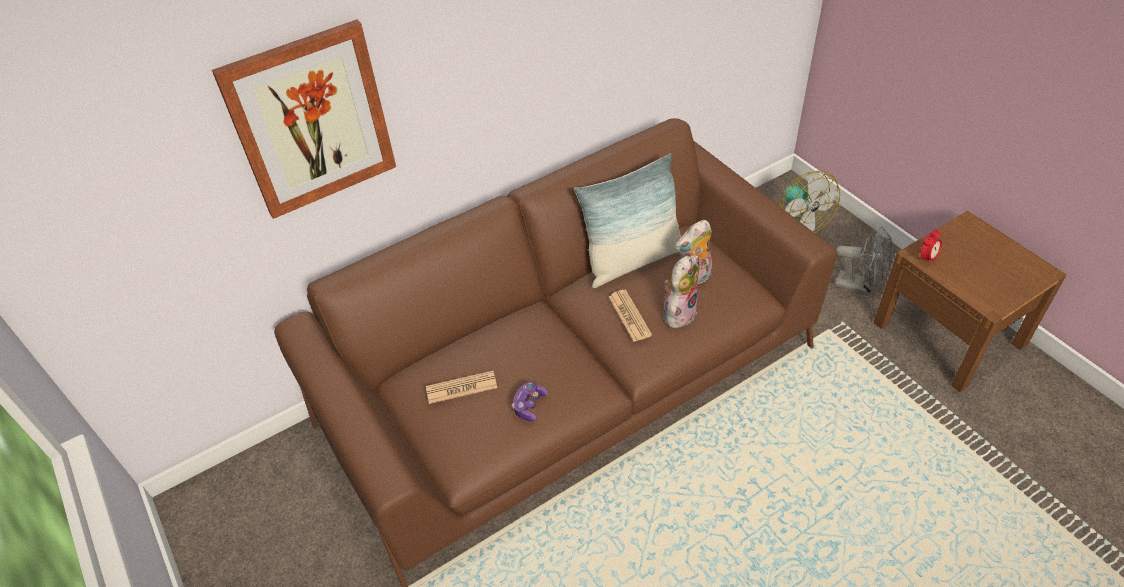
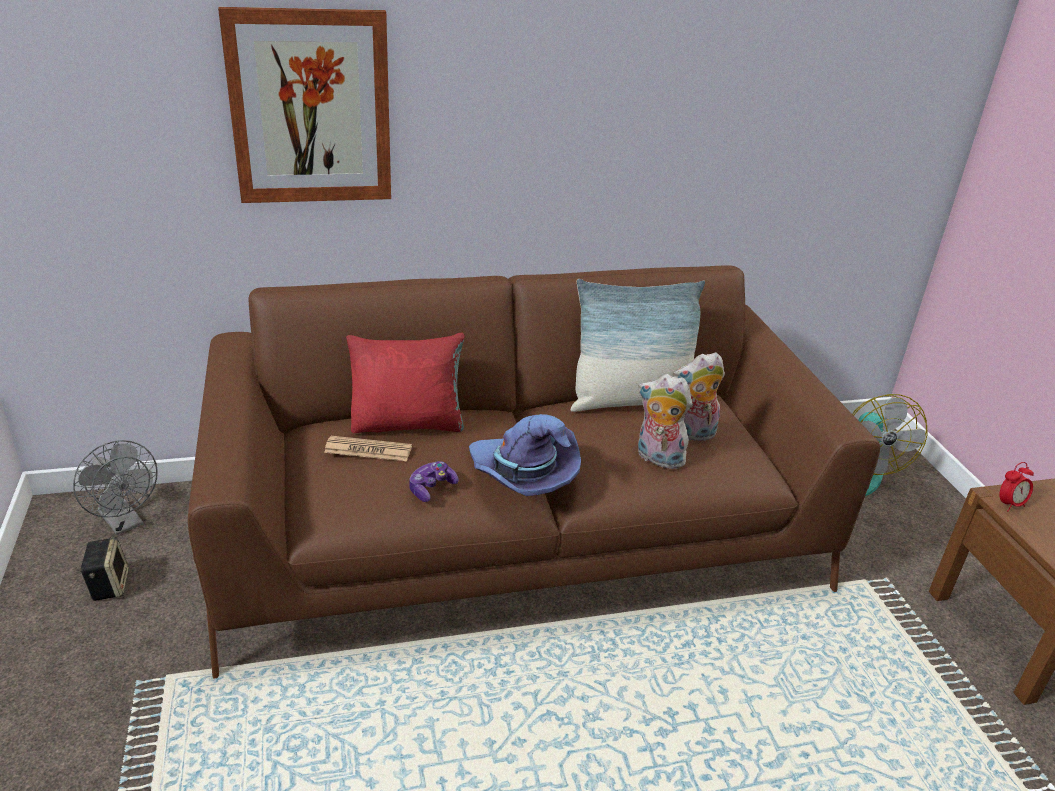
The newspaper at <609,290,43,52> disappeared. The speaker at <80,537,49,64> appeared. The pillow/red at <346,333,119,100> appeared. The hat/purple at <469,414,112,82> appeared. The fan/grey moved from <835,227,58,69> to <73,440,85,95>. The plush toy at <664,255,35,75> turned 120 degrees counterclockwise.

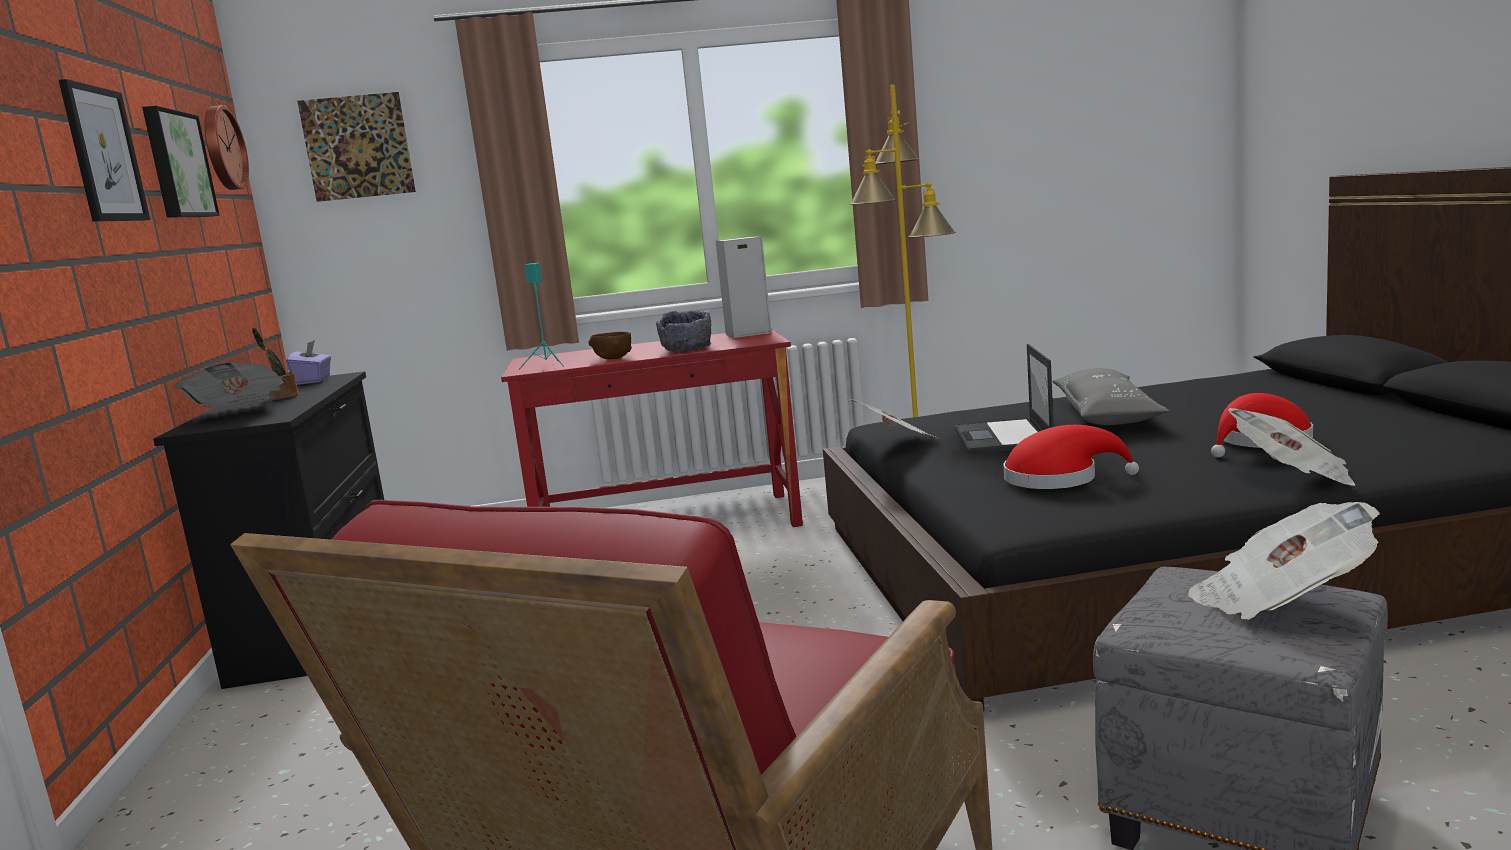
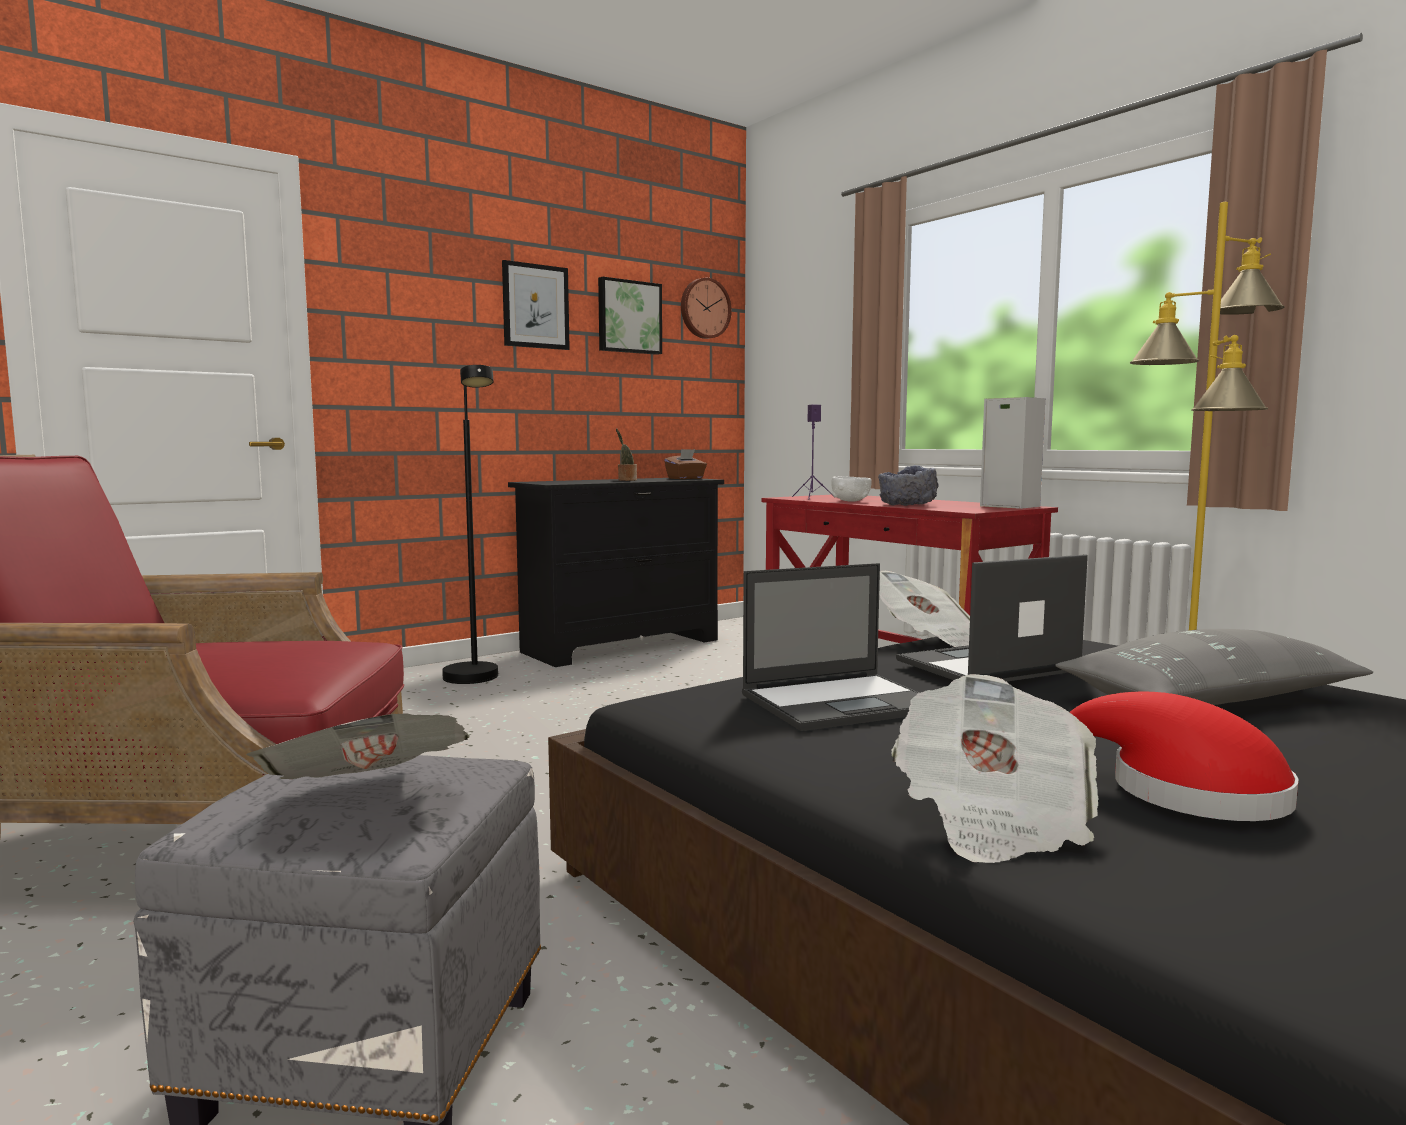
The newspaper at <175,362,110,46> disappeared. The picture at <297,92,119,110> disappeared. The floor lamp/black at <442,365,56,319> appeared. The hat/red at <1003,425,136,64> was replaced by the laptop at <742,563,177,168>. The tissue box/purple at <286,340,45,45> became the tissue box/brown at <664,449,43,30>. The speaker/turquoise at <519,263,45,107> became the speaker/purple at <792,405,43,93>. The bowl/brown at <589,332,43,27> became the bowl/white at <831,476,41,26>.

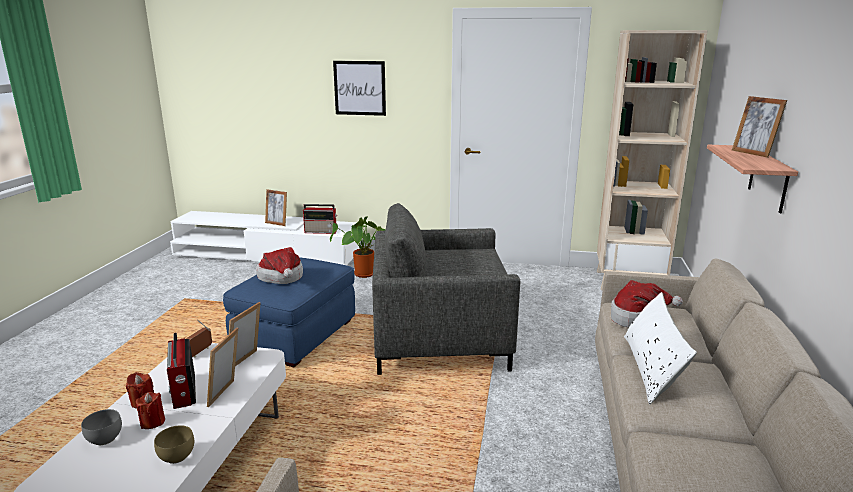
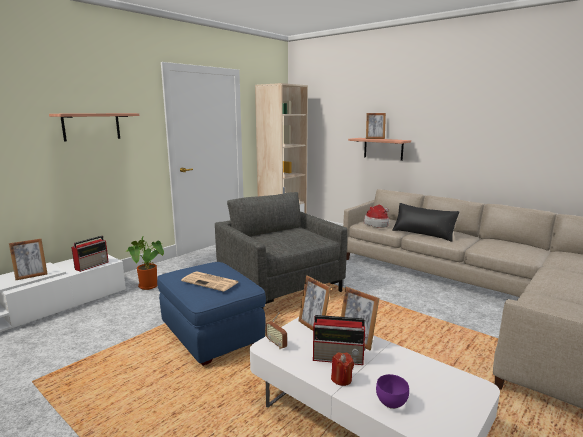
The candle/red at <136,392,29,37> disappeared. The bowl/brown at <154,425,40,39> disappeared. The hat at <256,247,47,37> was replaced by the newspaper at <181,271,57,21>. The picture at <333,61,53,55> was replaced by the shelf at <49,113,90,29>. The bowl/grey at <81,409,41,36> became the bowl/purple at <376,374,33,35>. The pillow/white at <624,292,73,113> became the pillow/black at <392,203,67,39>. The armchair/grey at <372,203,148,172> turned 120 degrees clockwise.

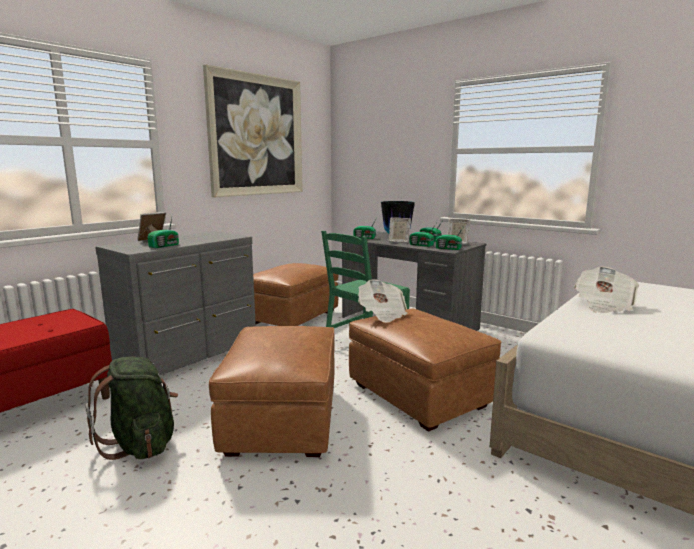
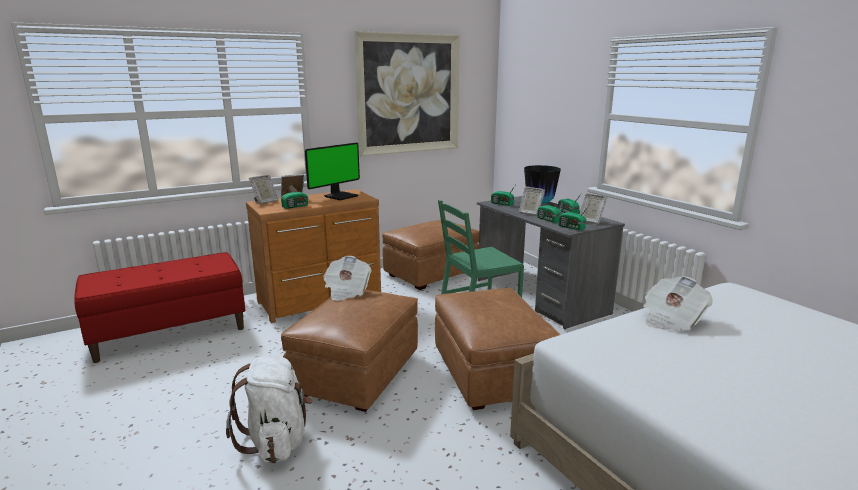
The backpack/green at <85,356,93,104> disappeared. The backpack/white at <226,356,87,107> appeared. The picture frame at <249,175,29,29> appeared. The monitor at <305,142,55,58> appeared. The newspaper moved from <358,279,50,44> to <323,256,48,45>. The dresser/grey at <95,231,161,144> became the dresser/brown at <246,189,135,134>.

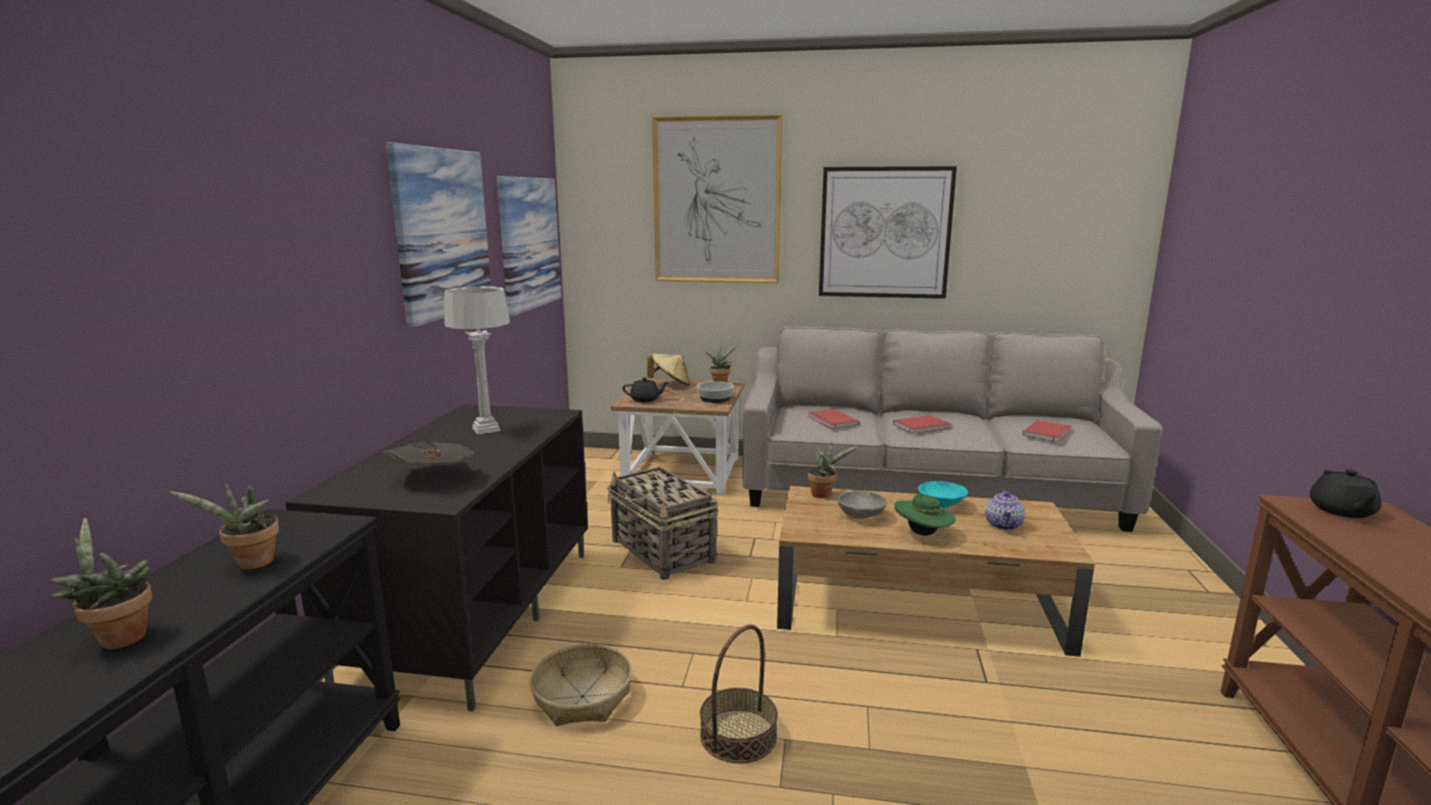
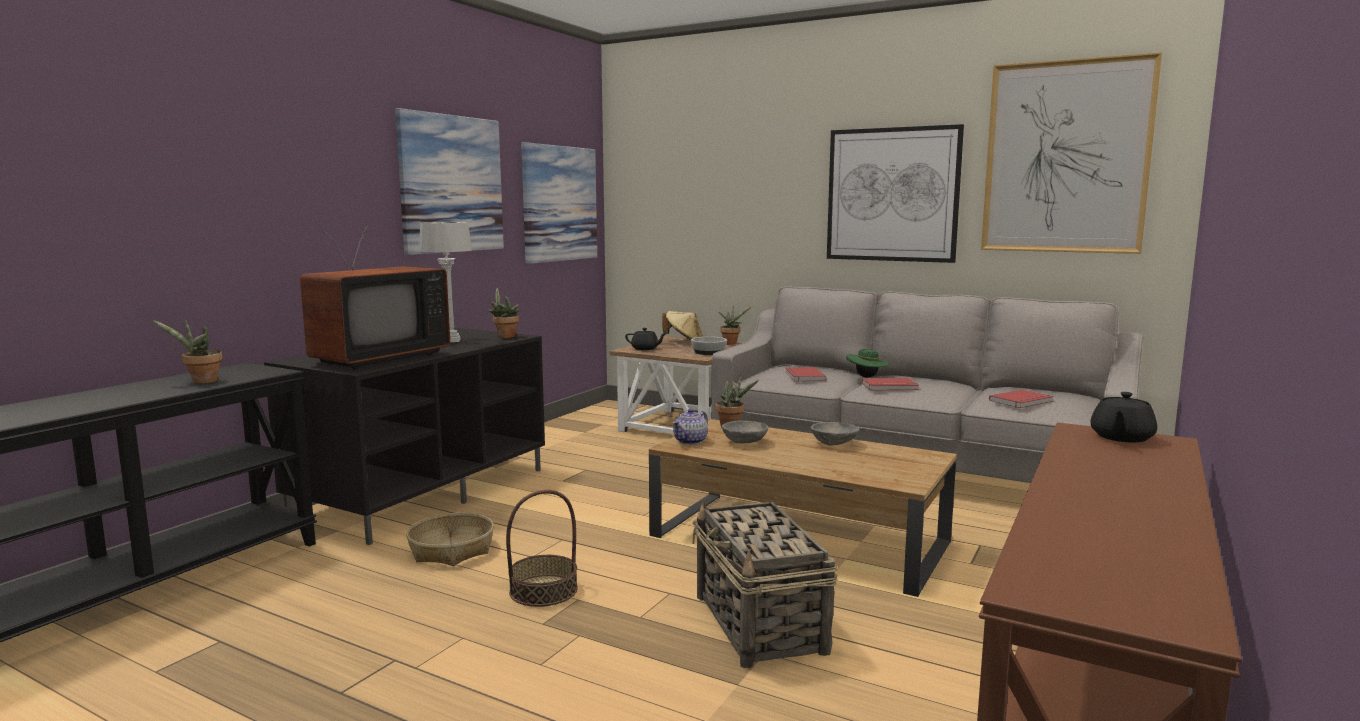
The potted plant moved from <50,518,102,131> to <487,288,32,50>. The basket moved from <607,467,112,113> to <692,499,146,169>. The picture moved from <652,114,130,169> to <981,52,181,202>. The hat/green moved from <894,494,61,42> to <846,349,43,28>. The teapot moved from <985,490,40,40> to <672,409,36,36>. The newspaper at <382,442,94,21> was replaced by the television at <300,224,150,145>. The bowl/turquoise at <918,481,50,27> became the bowl/grey at <811,422,48,23>.

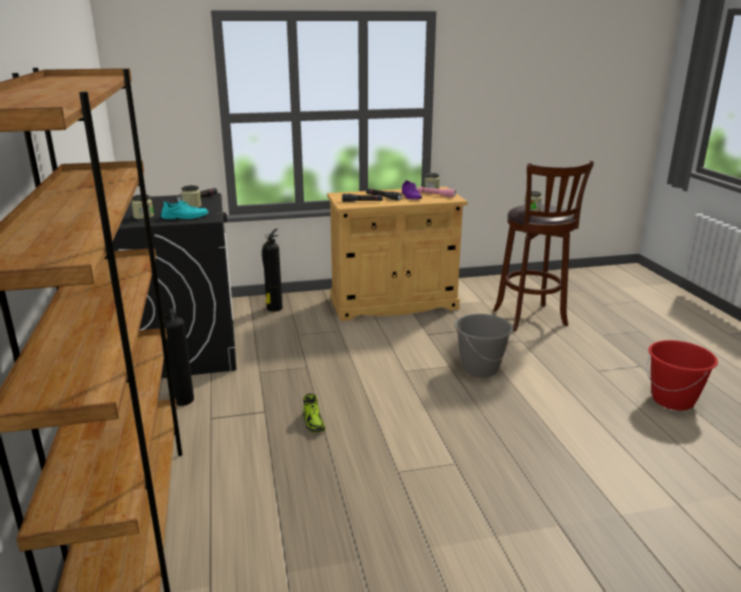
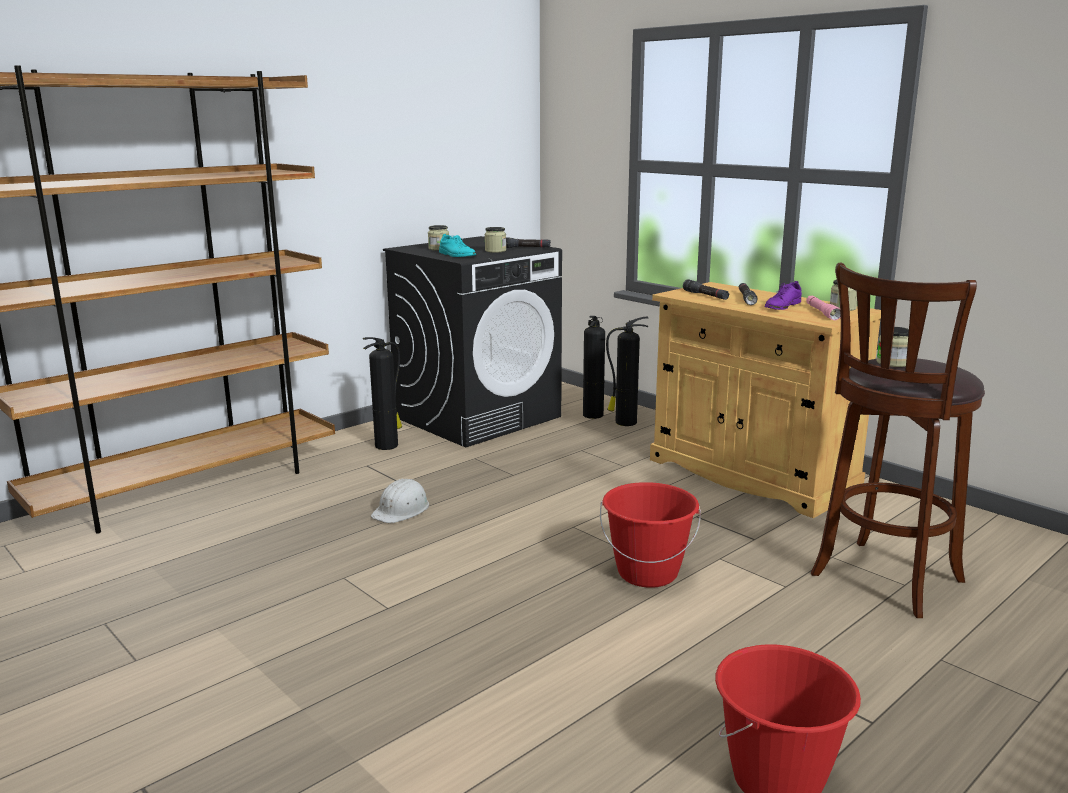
The fire extinguisher at <583,316,22,103> appeared. The shoe at <303,394,22,39> was replaced by the hard hat/white at <371,479,58,44>. The bucket/grey at <454,314,59,63> became the bucket/red at <600,482,101,106>.

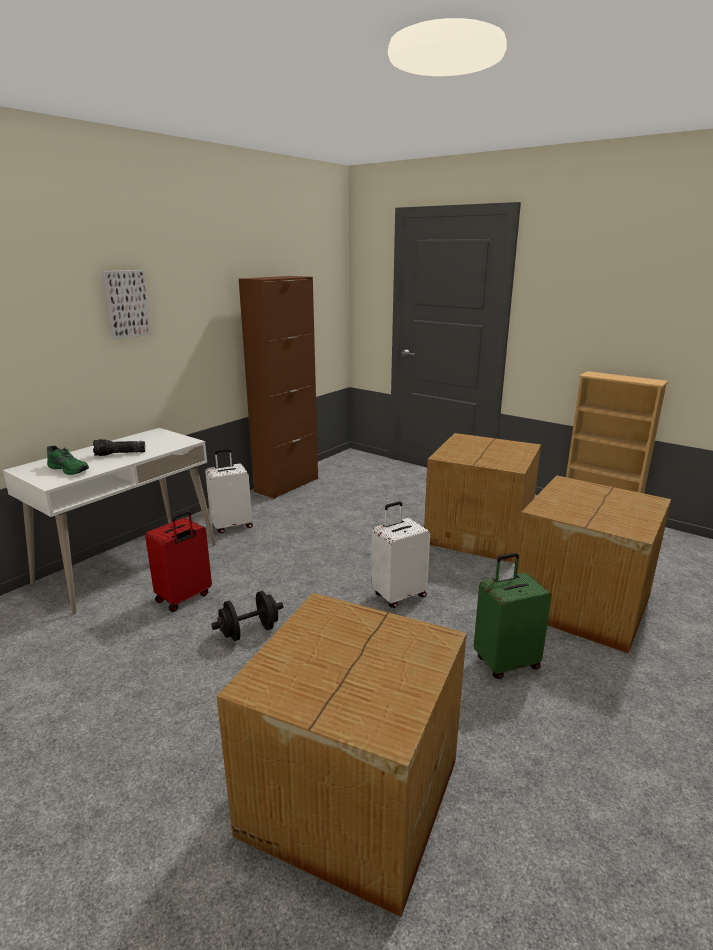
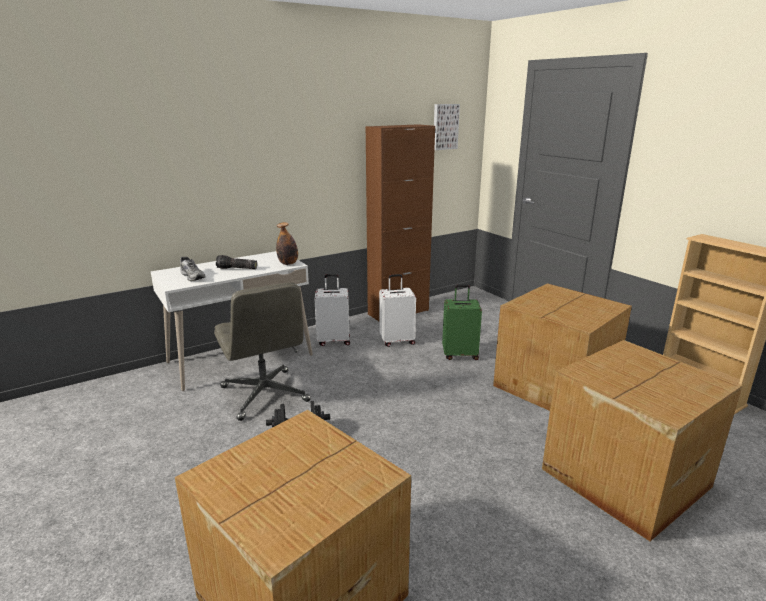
The bottle at <276,222,22,43> appeared. The picture moved from <101,270,51,69> to <434,104,26,46>. The suitcase/white moved from <371,501,59,107> to <379,274,37,73>. The suitcase/green moved from <474,553,78,126> to <442,285,40,75>. The suitcase/red at <145,511,67,101> was replaced by the office chair/grey at <214,282,97,139>. The shoe/green at <47,445,42,30> became the shoe/grey at <180,257,26,24>.

